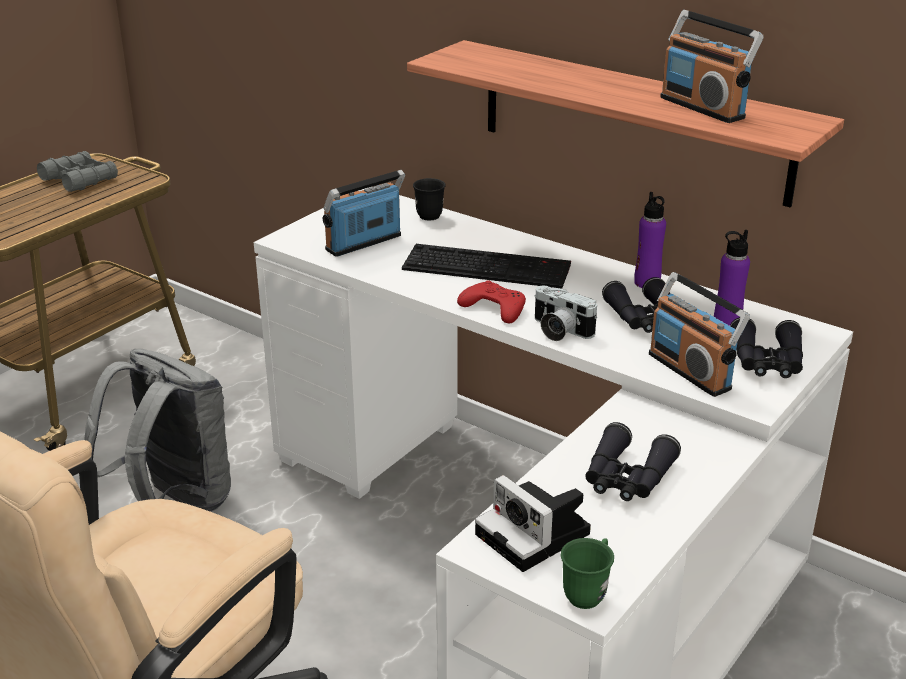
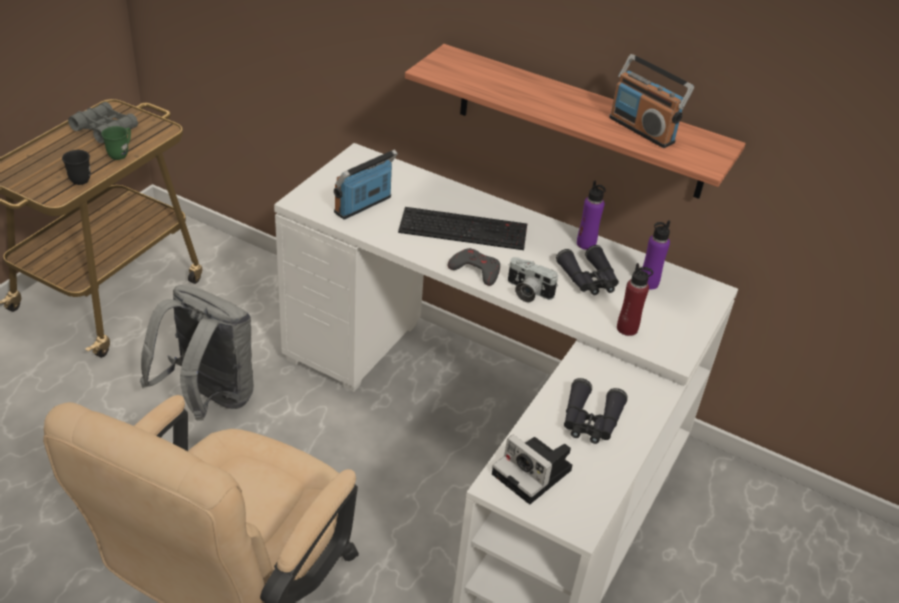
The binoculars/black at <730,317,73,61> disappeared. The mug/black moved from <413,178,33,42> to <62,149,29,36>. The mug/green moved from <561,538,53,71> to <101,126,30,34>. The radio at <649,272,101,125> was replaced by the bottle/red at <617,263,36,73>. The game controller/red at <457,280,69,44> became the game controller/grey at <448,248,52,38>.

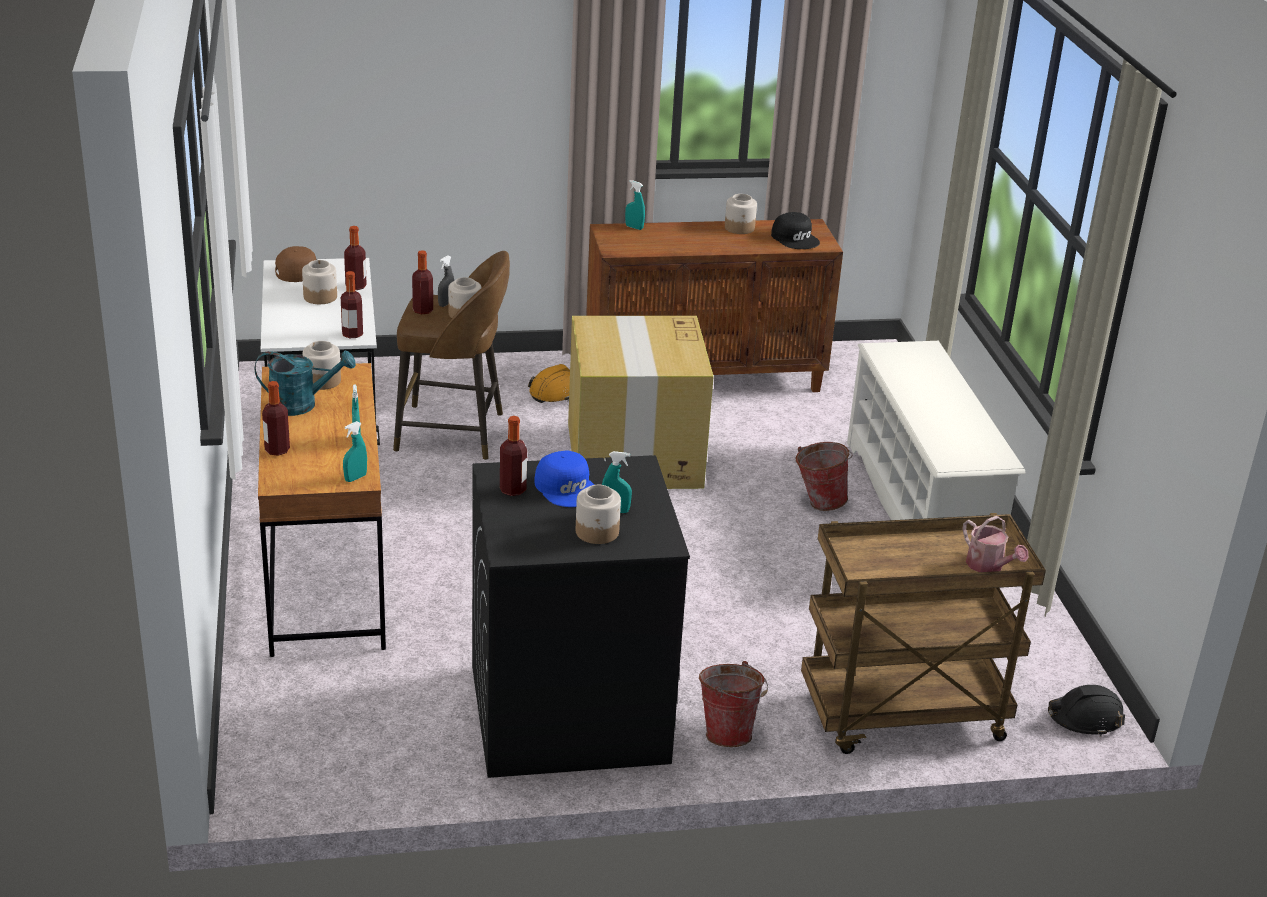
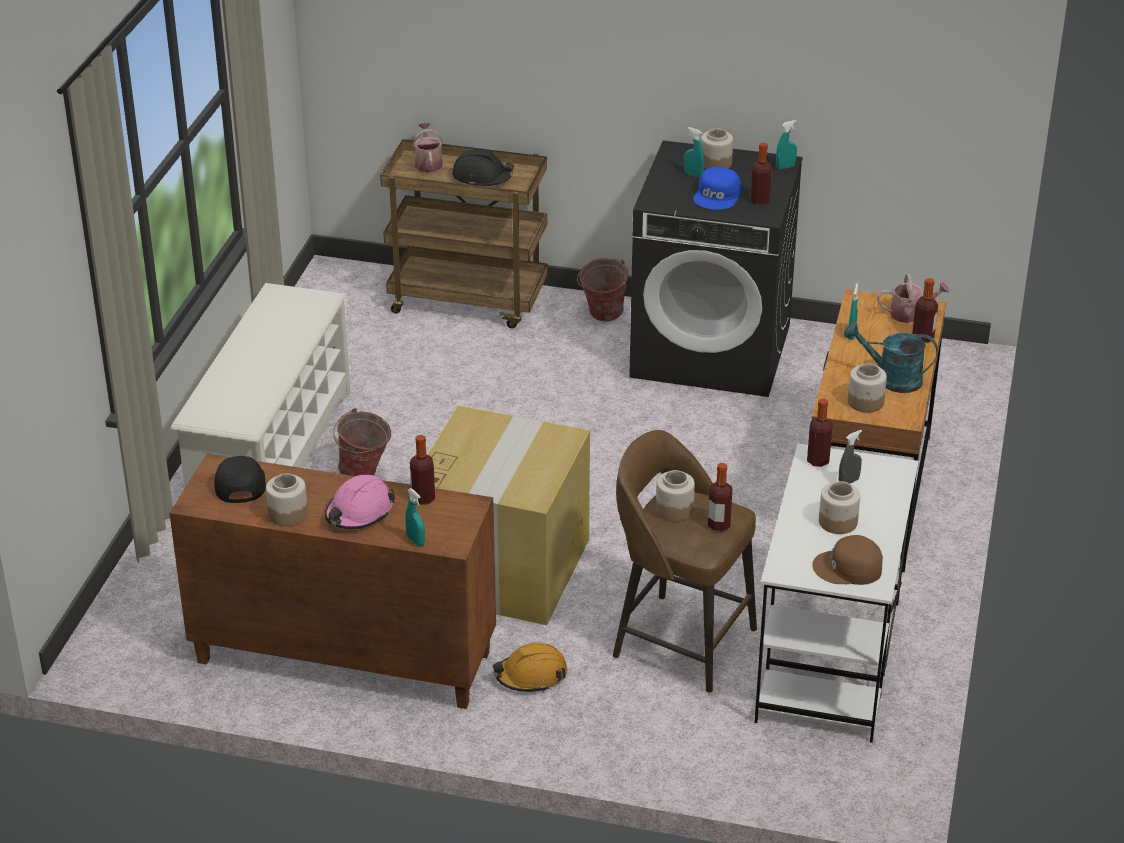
The hard hat/pink at <325,475,70,54> appeared. The watering can at <877,274,73,49> appeared. The spray bottle/turquoise moved from <343,421,24,61> to <776,120,21,49>. The bottle moved from <344,226,23,64> to <410,435,25,70>. The spray bottle/grey moved from <438,255,16,52> to <839,430,23,54>. The hard hat/black moved from <1048,685,77,51> to <452,149,62,37>. The cap/blue at <535,451,59,56> turned 150 degrees counterclockwise.

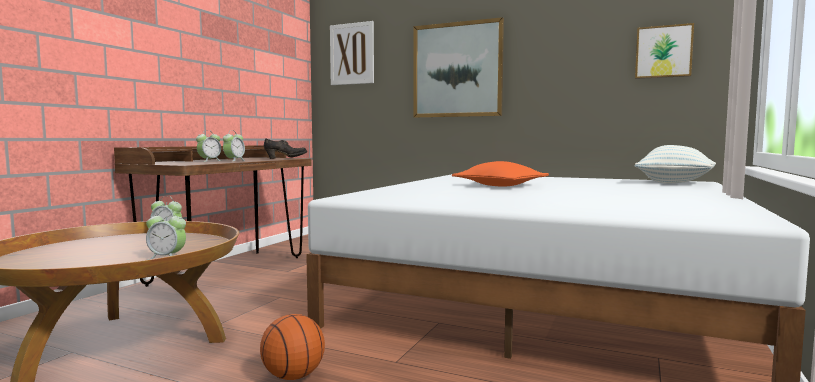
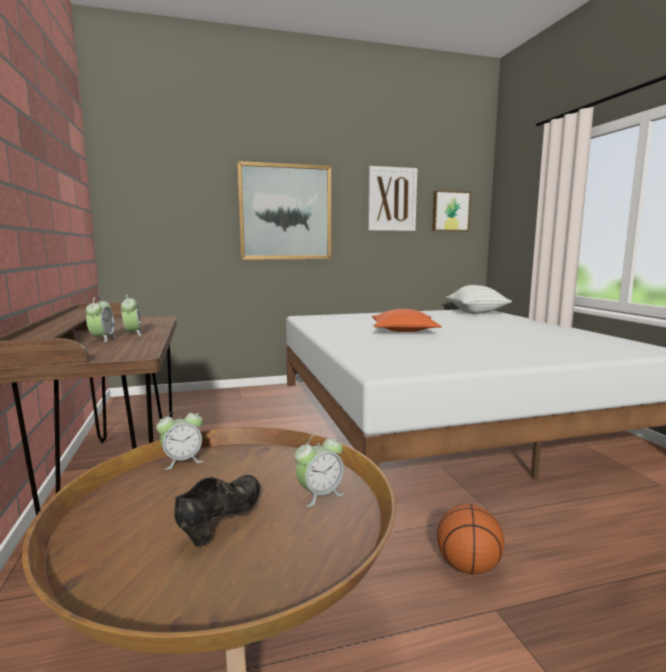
The shoe/black moved from <264,138,43,21> to <174,475,86,72>. The picture moved from <330,21,44,64> to <368,166,50,65>.

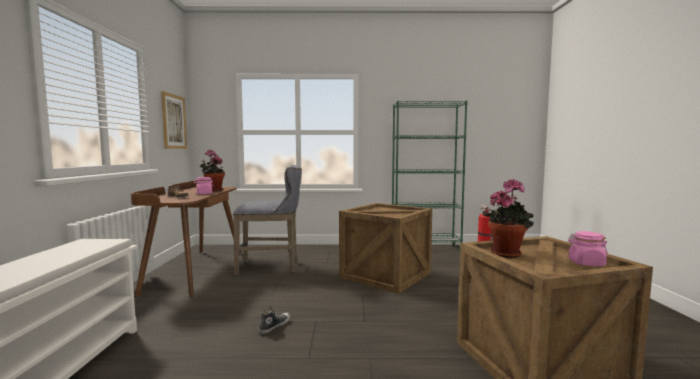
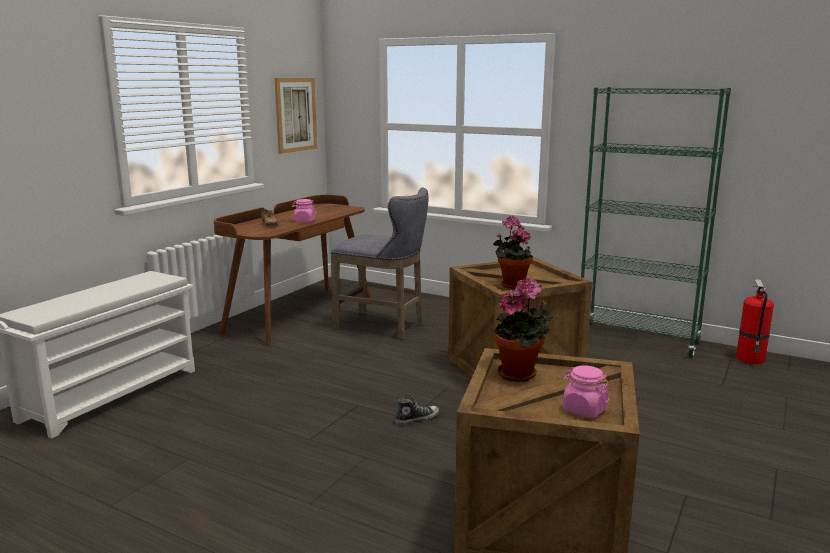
The potted plant moved from <200,150,25,42> to <493,216,40,73>. The shoe moved from <259,307,31,27> to <395,394,44,31>.

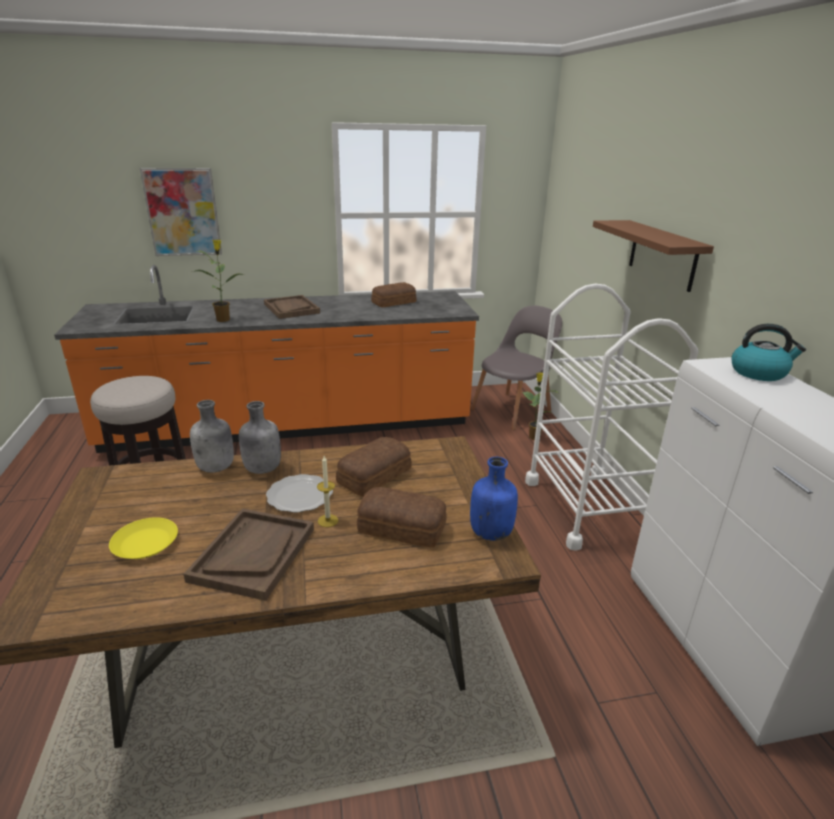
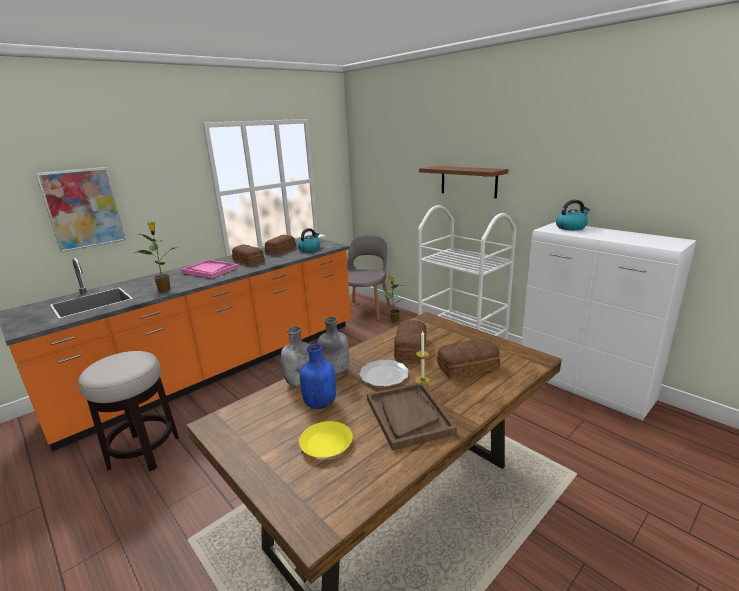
The bread at <232,245,33,21> appeared. The kettle at <298,228,22,24> appeared. The bottle/blue moved from <470,457,48,84> to <300,344,36,65>. The tray/brown at <264,295,56,24> became the tray/pink at <181,260,57,18>.

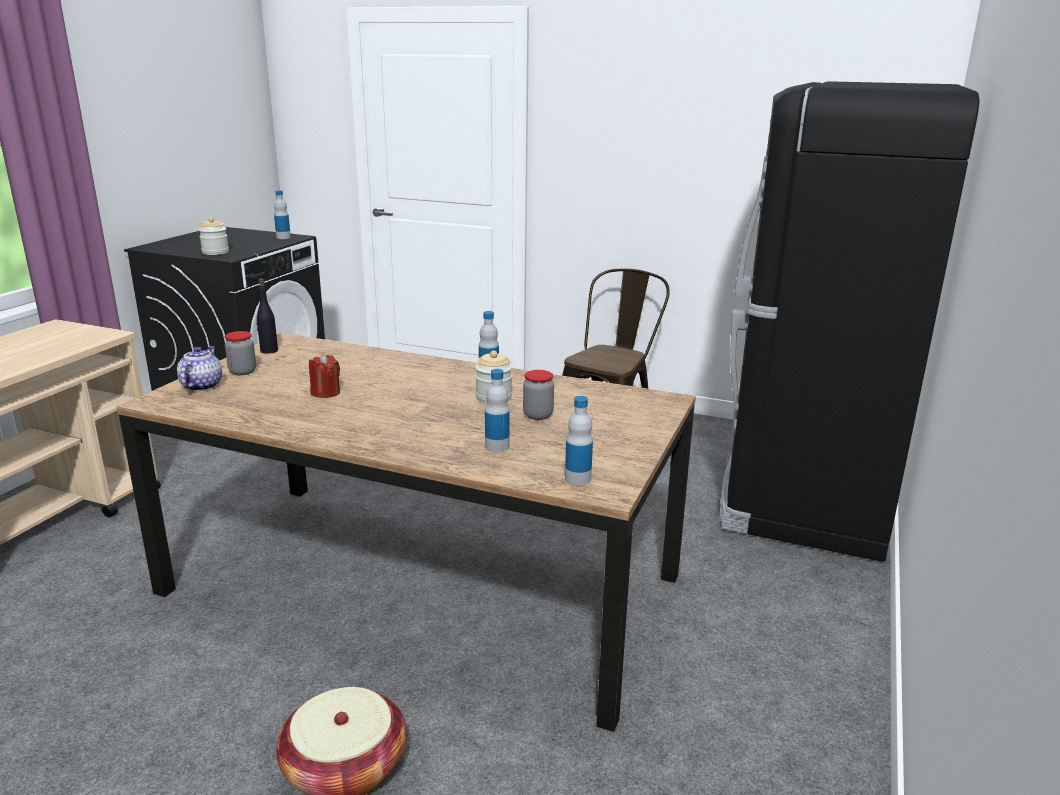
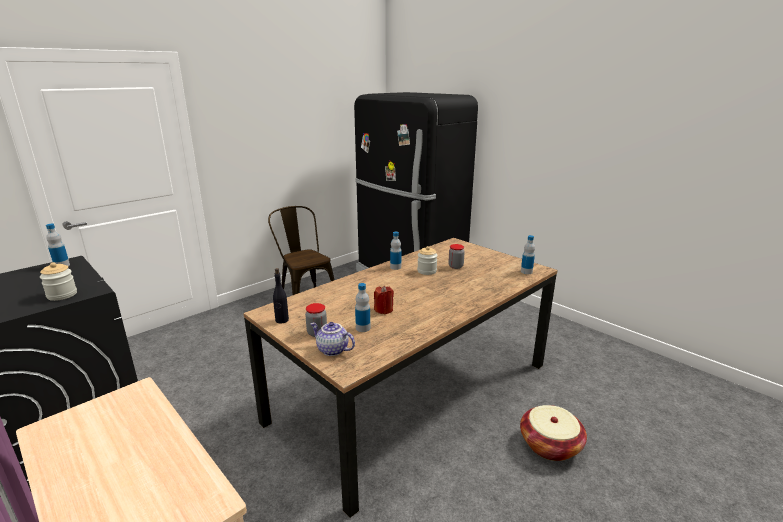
The bottle moved from <485,369,25,83> to <355,283,16,49>.

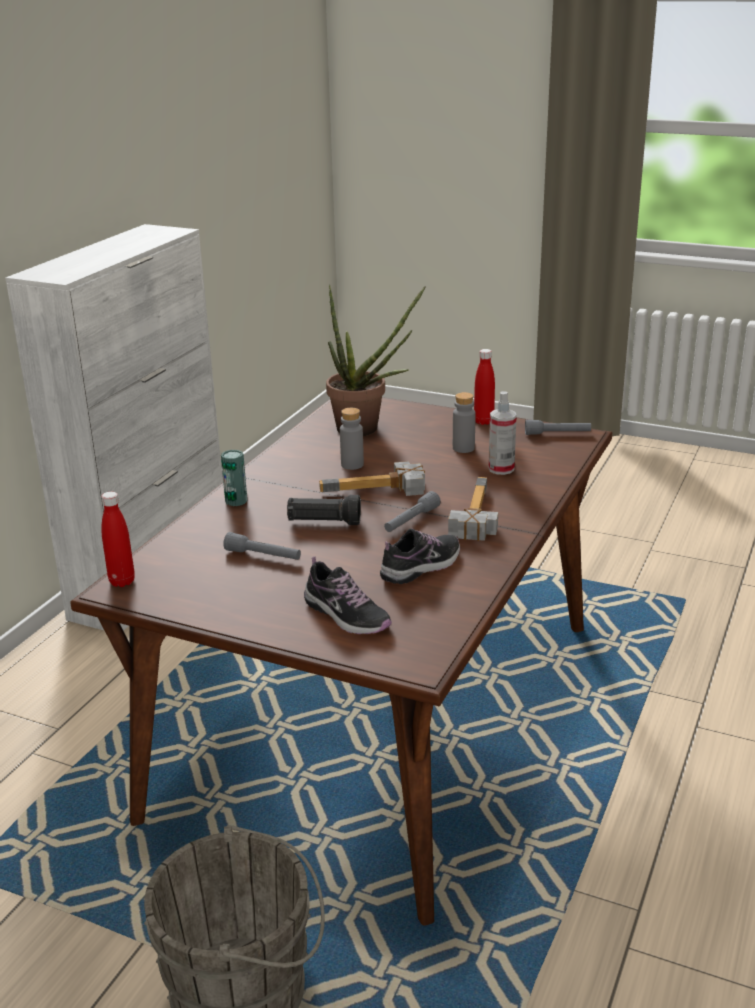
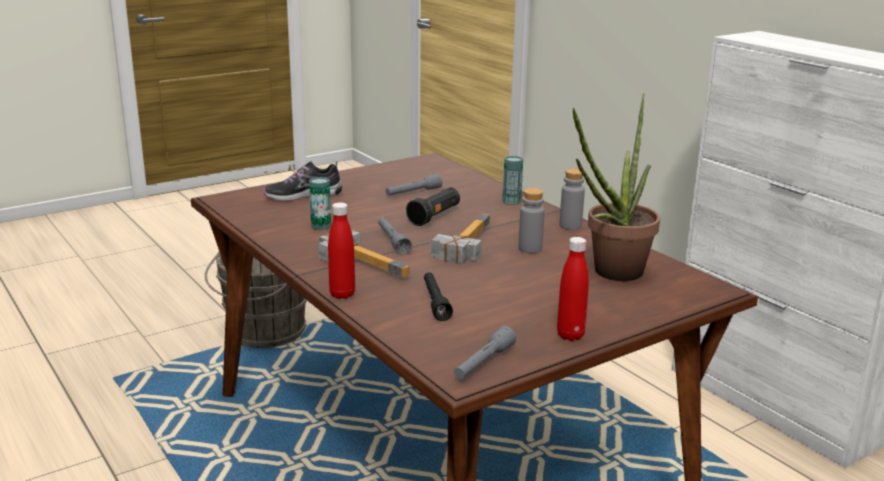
The bottle/red moved from <101,492,34,95> to <328,202,27,97>. The bottle/grey moved from <453,392,22,61> to <560,168,25,62>. The shoe at <380,528,80,56> was replaced by the can at <309,177,22,53>. The spray bottle at <489,391,28,84> was replaced by the flashlight/black at <424,272,29,49>.

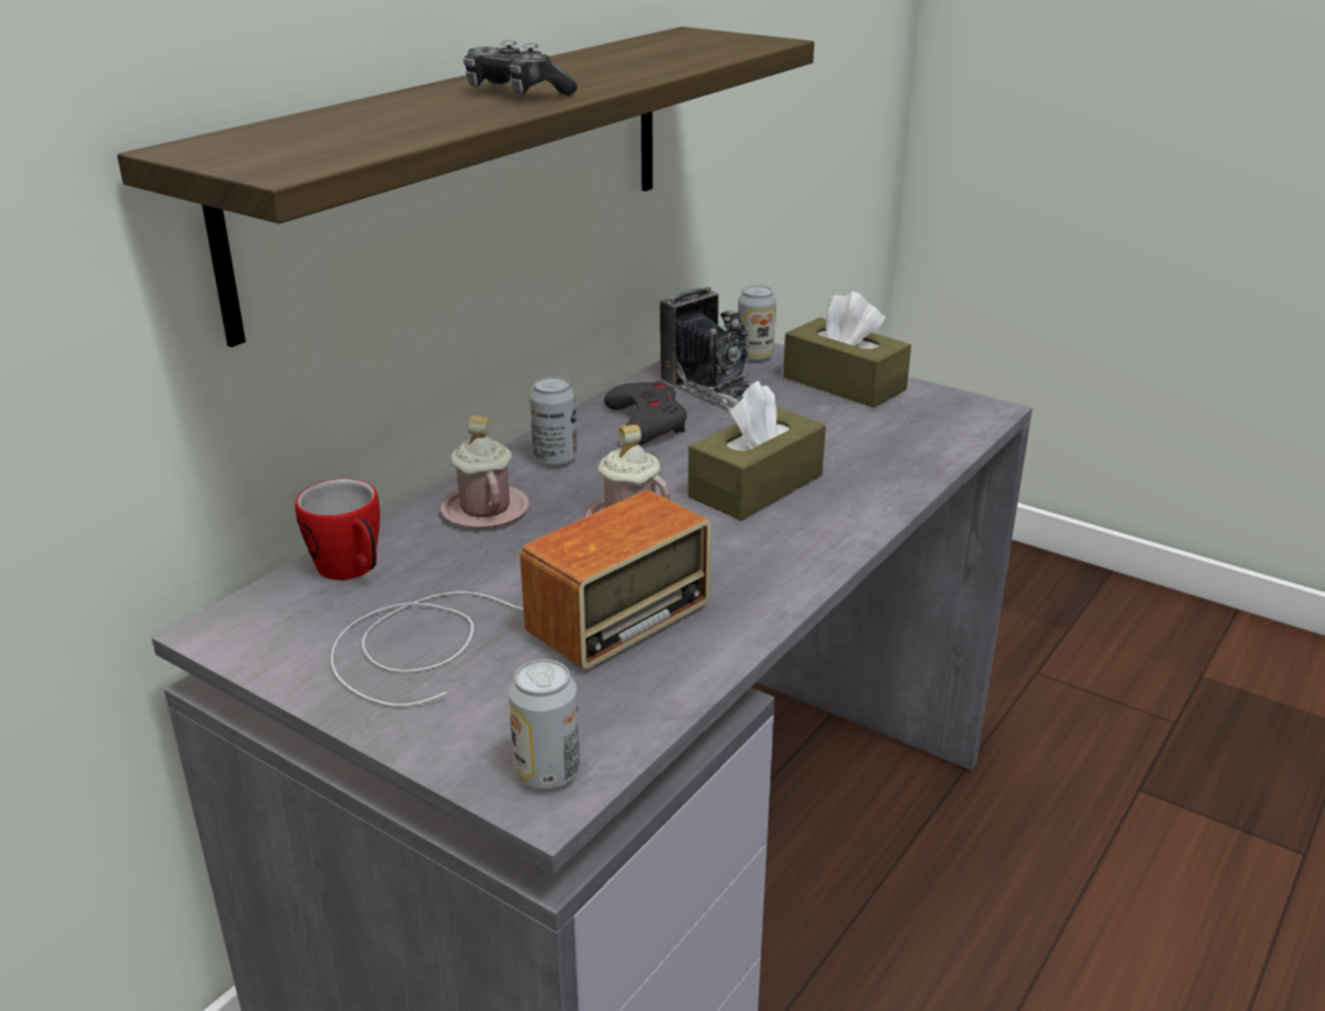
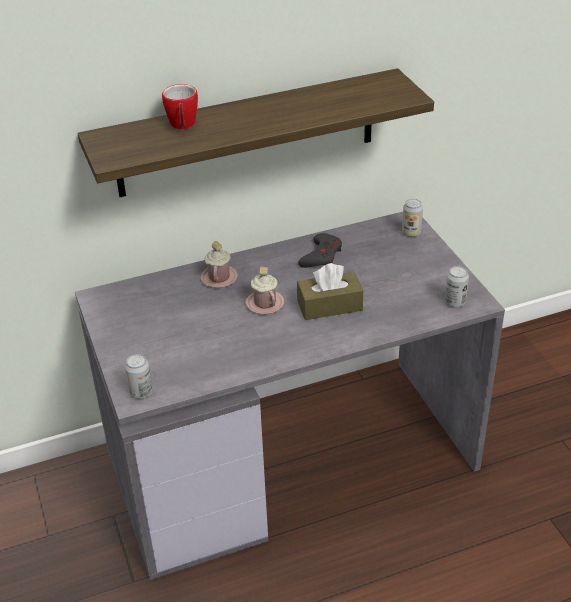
The radio at <331,490,381,217> disappeared. The game controller at <464,40,113,55> disappeared. The photo camera at <659,286,93,123> disappeared. The tissue box/brown at <783,291,128,117> disappeared. The mug moved from <295,479,85,101> to <162,84,36,45>. The can moved from <530,377,47,90> to <445,266,24,41>.

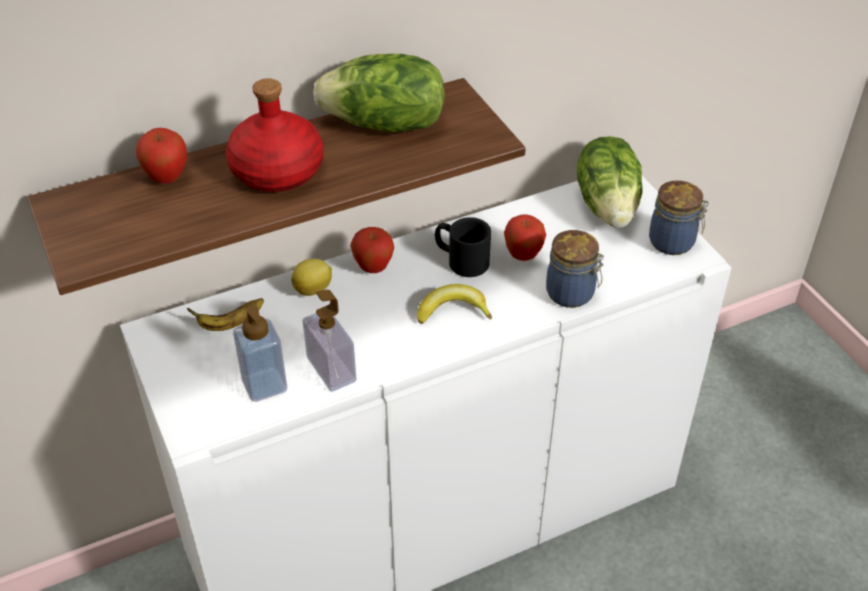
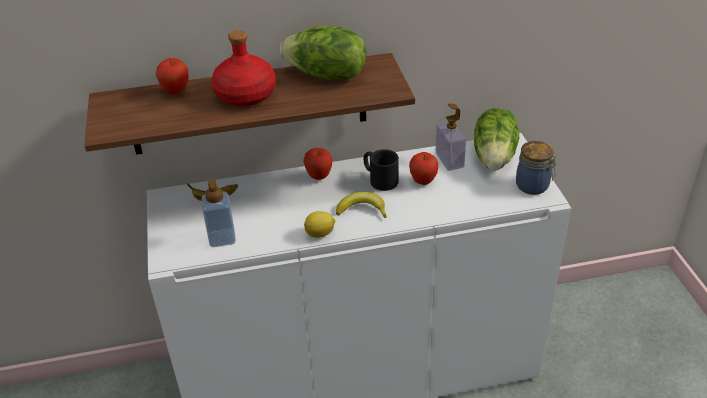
The jar at <546,230,58,78> disappeared. The lemon moved from <291,259,41,37> to <304,211,31,27>. The soap dispenser moved from <303,290,53,102> to <435,103,31,68>.

